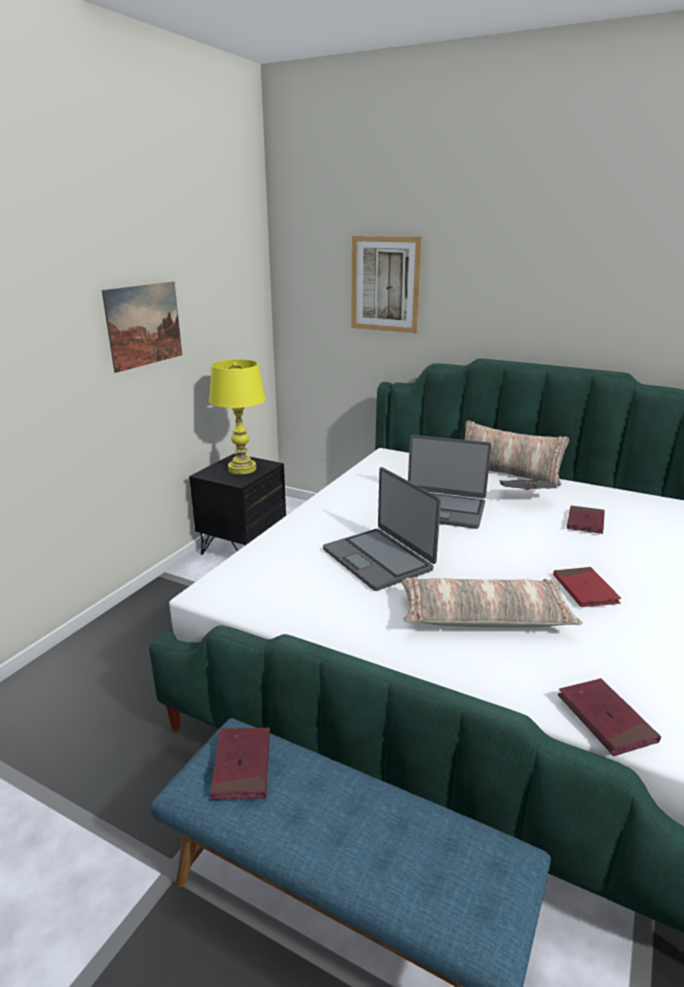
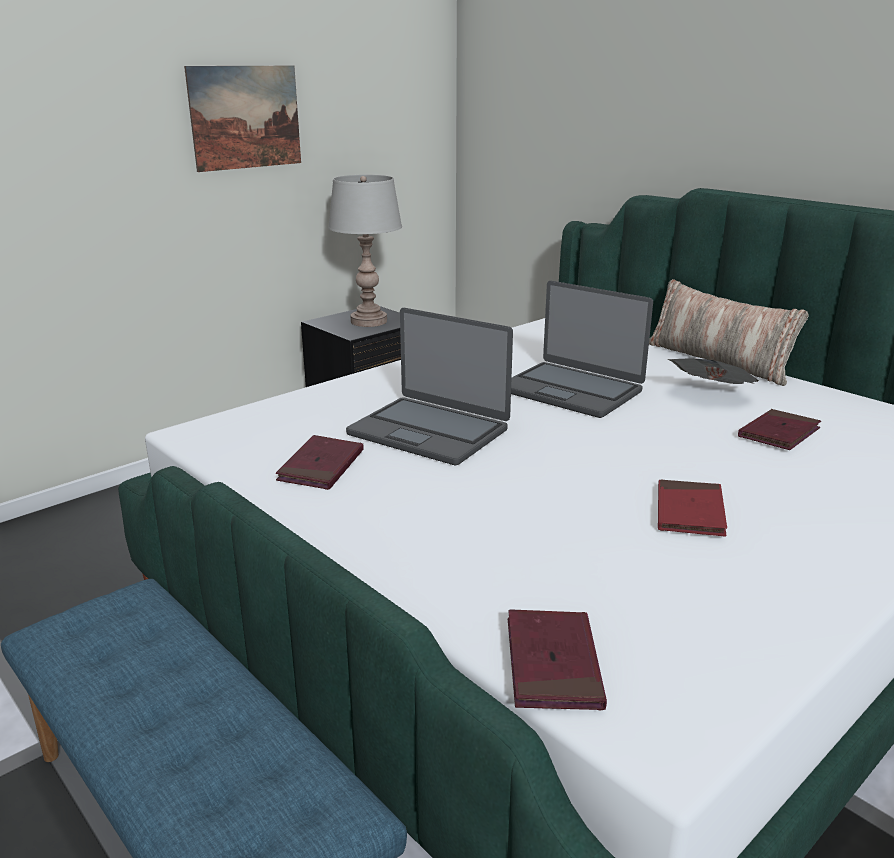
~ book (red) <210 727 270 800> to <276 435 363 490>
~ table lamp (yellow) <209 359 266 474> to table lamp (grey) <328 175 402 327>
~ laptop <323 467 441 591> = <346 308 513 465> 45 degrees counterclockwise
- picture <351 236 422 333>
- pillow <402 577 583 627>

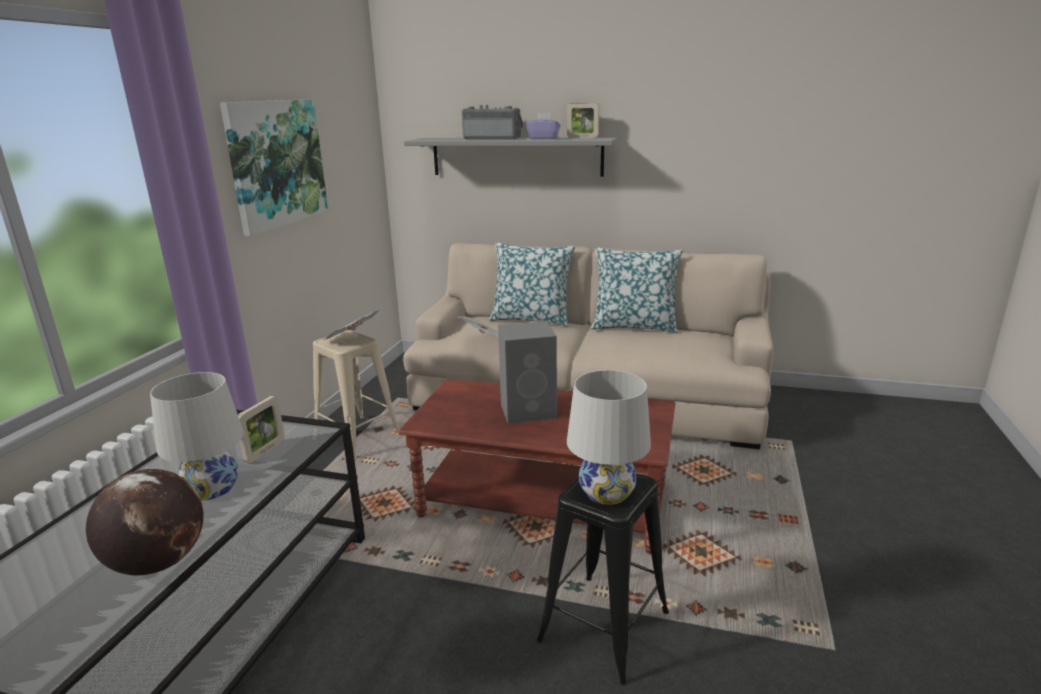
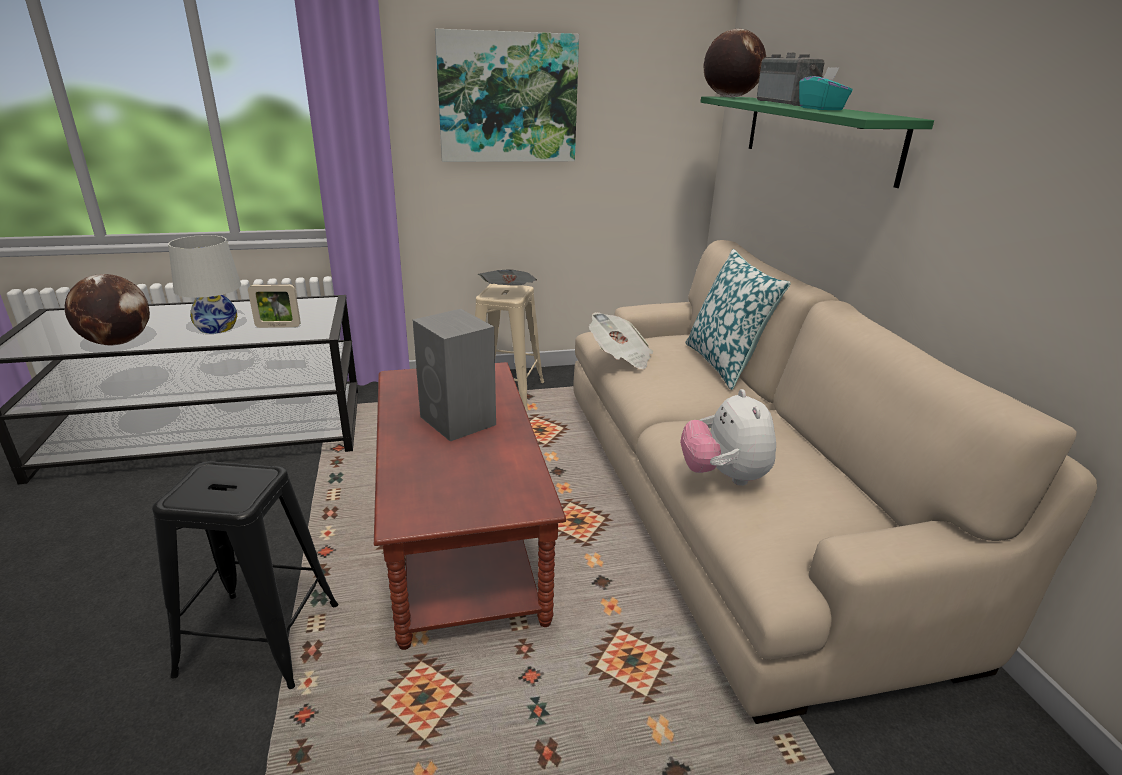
+ plush toy <680 389 776 486>
~ shelf (grey) <404 137 619 177> to shelf (green) <701 96 934 188>
+ globe <703 29 766 97>
~ tissue box (purple) <526 113 560 139> to tissue box (turquoise) <799 67 853 110>
- picture frame <567 103 599 138>
- table lamp (white) <567 370 651 505>
- pillow <591 247 683 333>

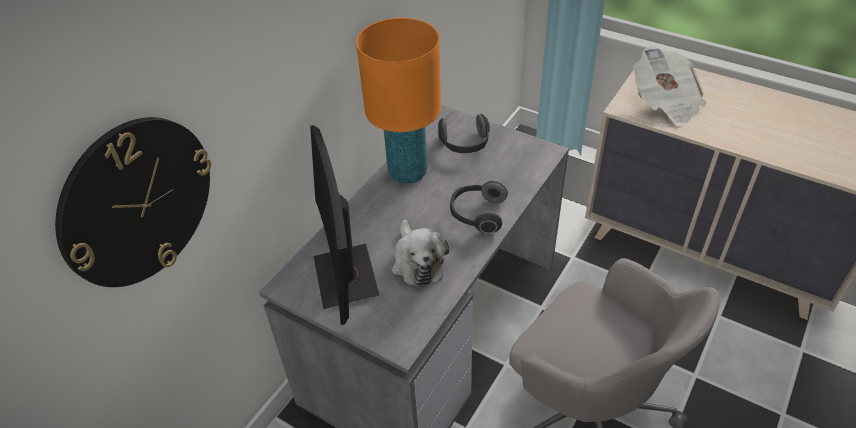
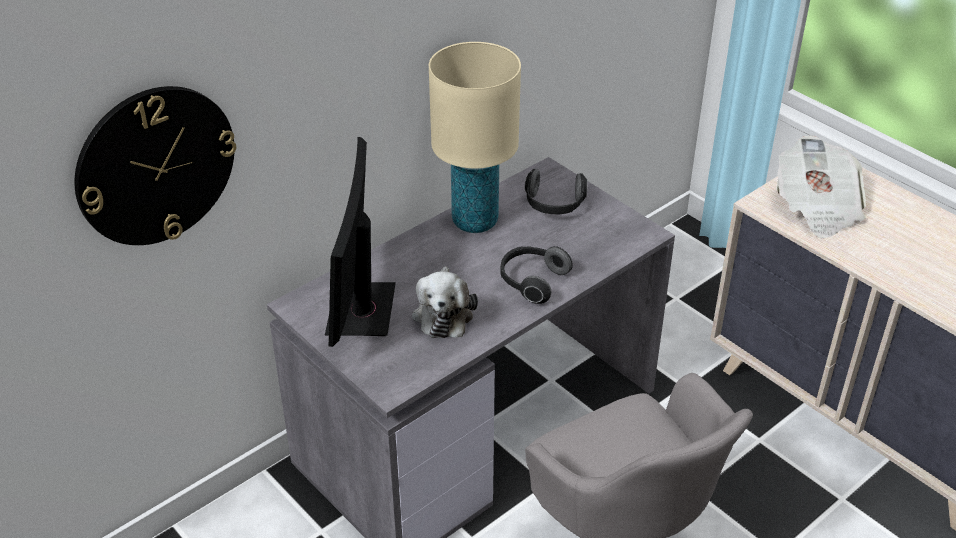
~ table lamp (orange) <356 18 441 184> to table lamp (beige) <429 42 521 233>

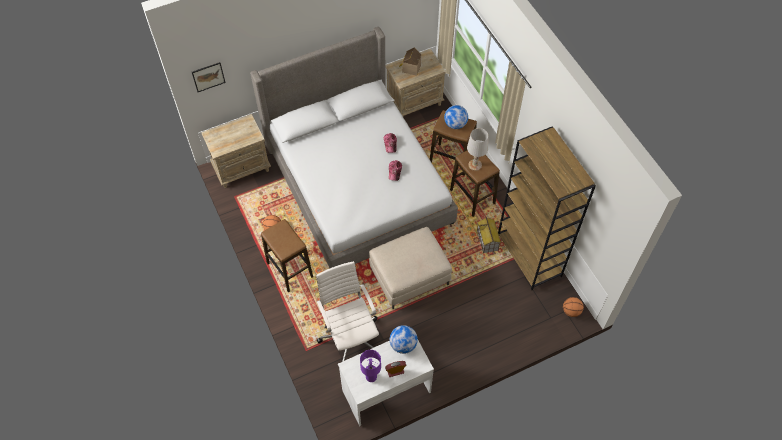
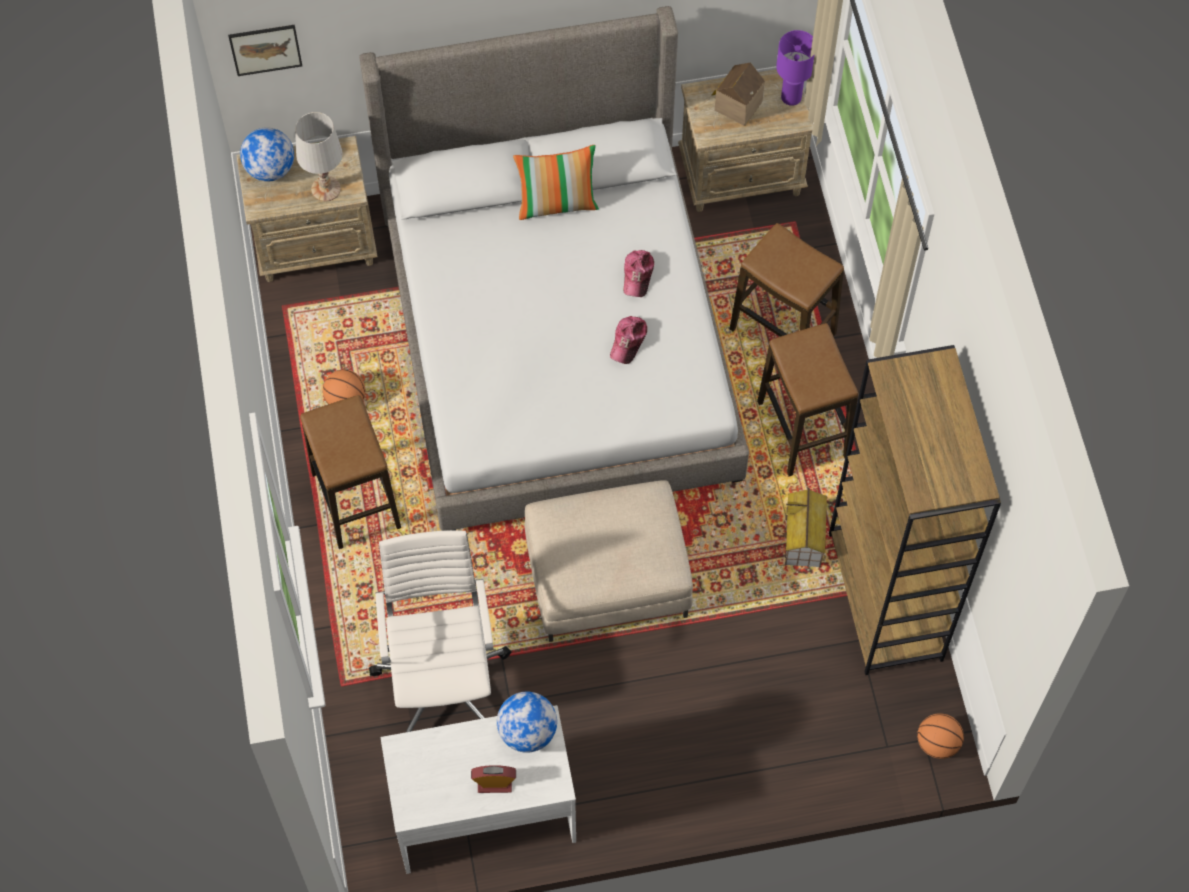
~ globe <444 105 468 129> to <240 127 294 182>
~ table lamp (white) <467 128 488 171> to <295 112 343 202>
+ pillow <513 145 599 220>
~ table lamp (purple) <360 350 381 382> to <776 30 814 106>

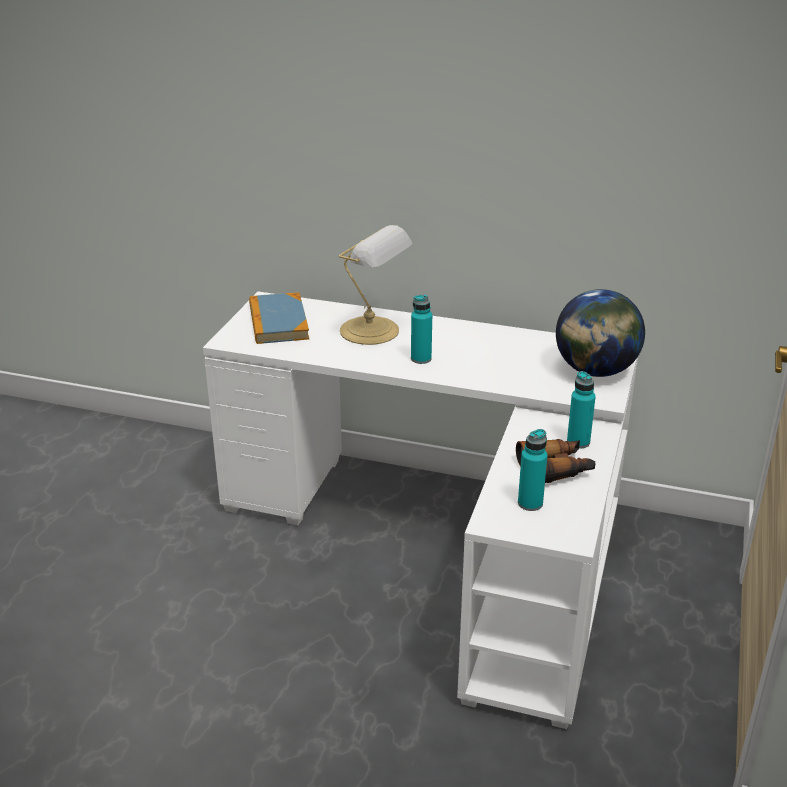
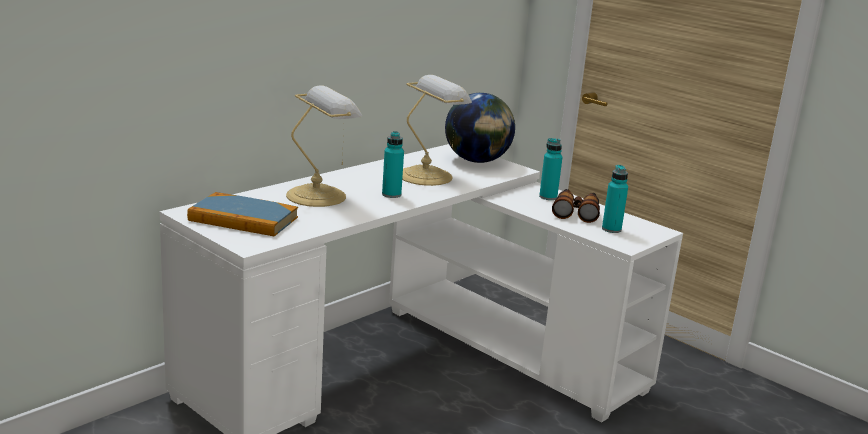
+ table lamp <402 75 472 186>

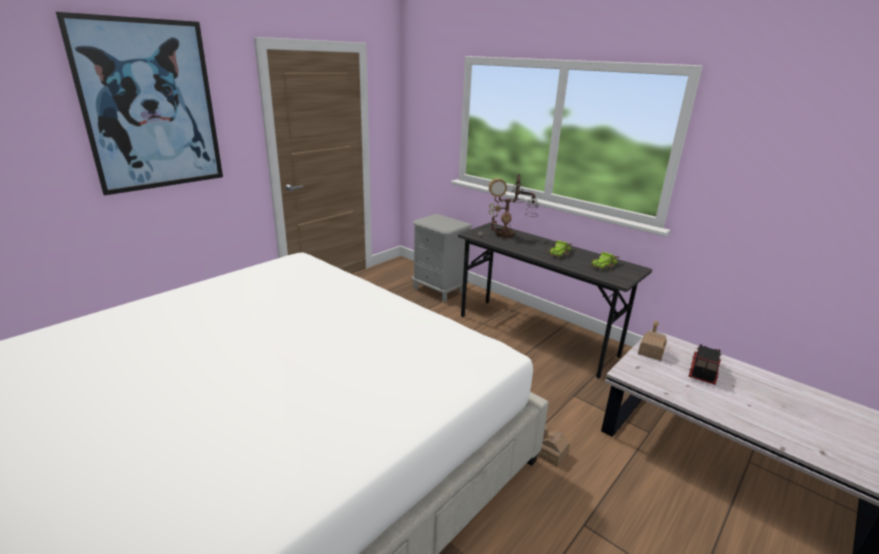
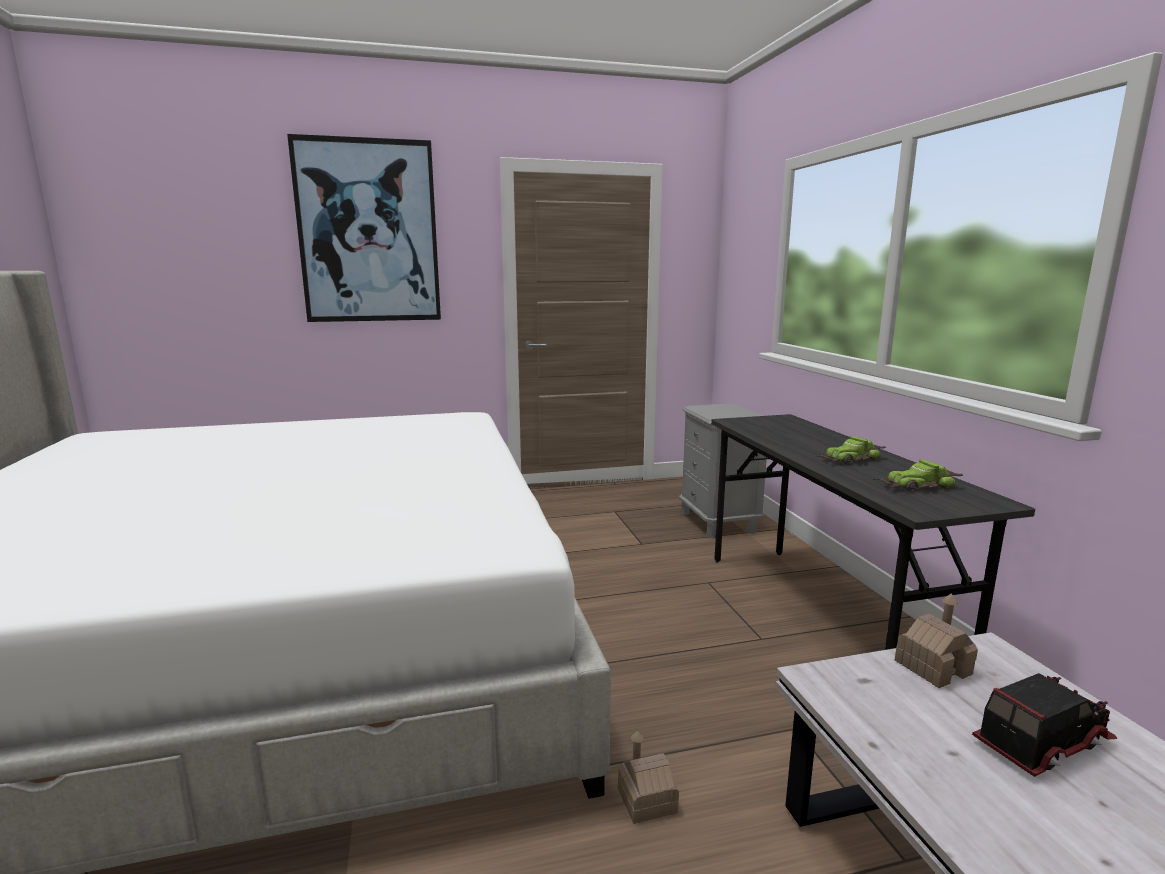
- table lamp <477 174 538 238>

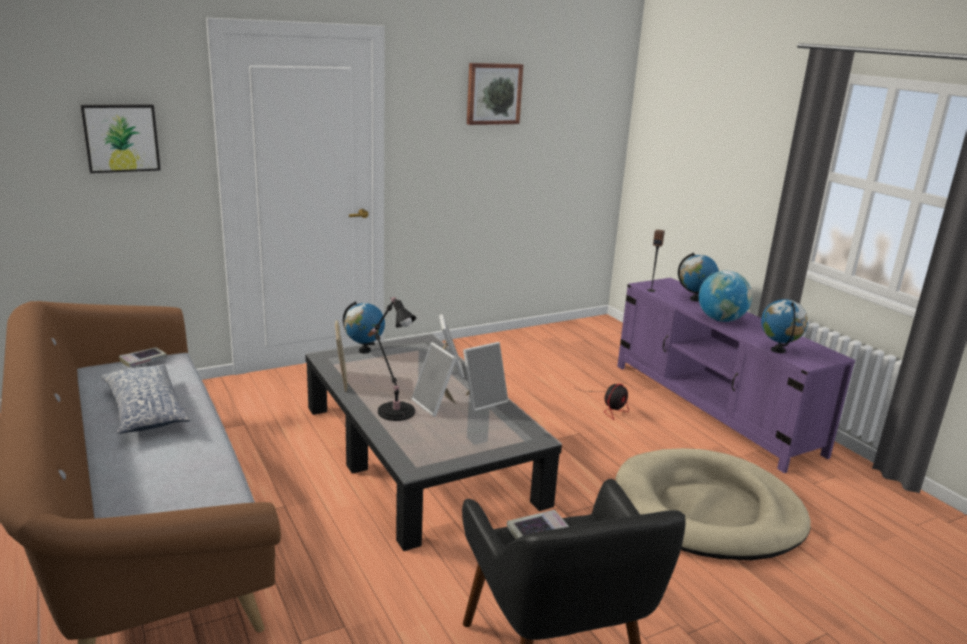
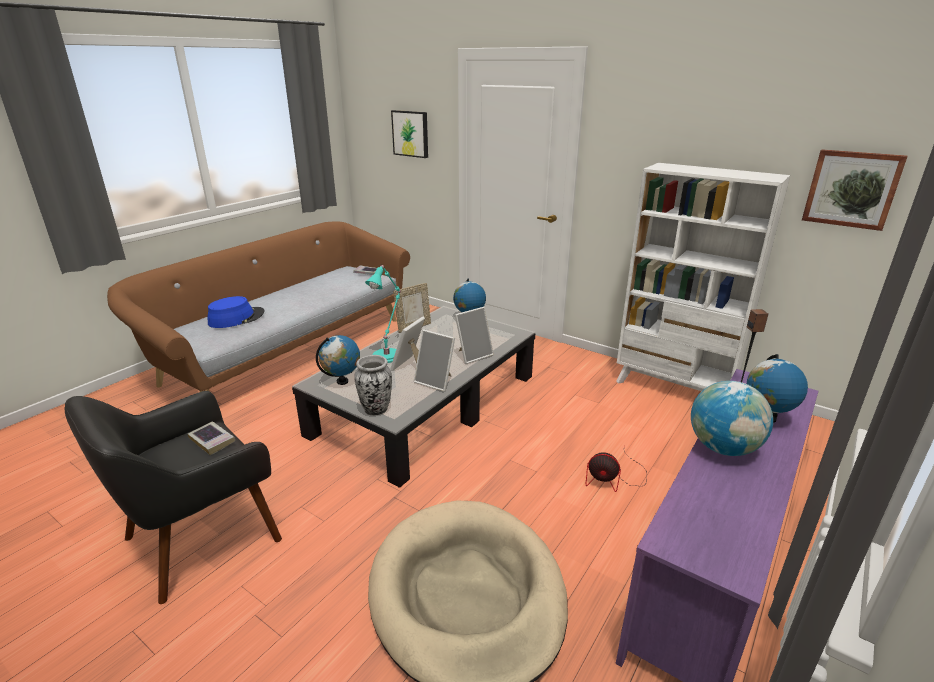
+ hat (blue) <208 296 265 328>
~ globe <761 299 808 353> to <316 335 360 385>
+ vase <354 355 392 416>
~ table lamp (black) <371 297 416 421> to table lamp (turquoise) <365 264 401 363>
+ bookcase (white) <616 163 790 391>
~ picture <467 63 523 125> to <802 149 908 231>
- pillow <100 364 190 434>

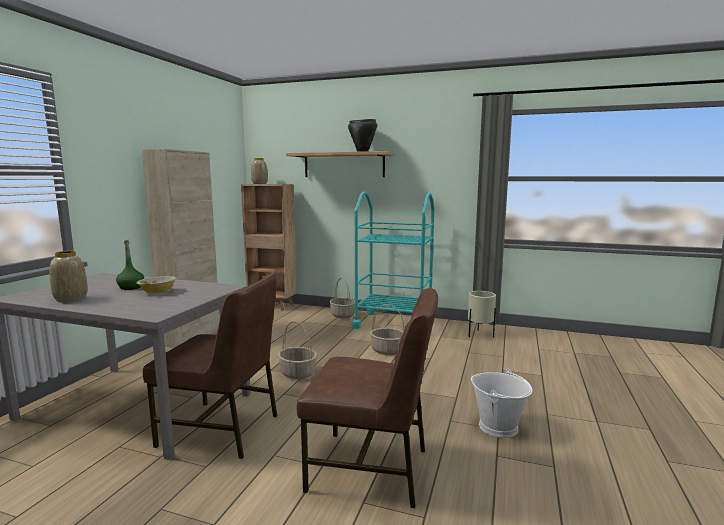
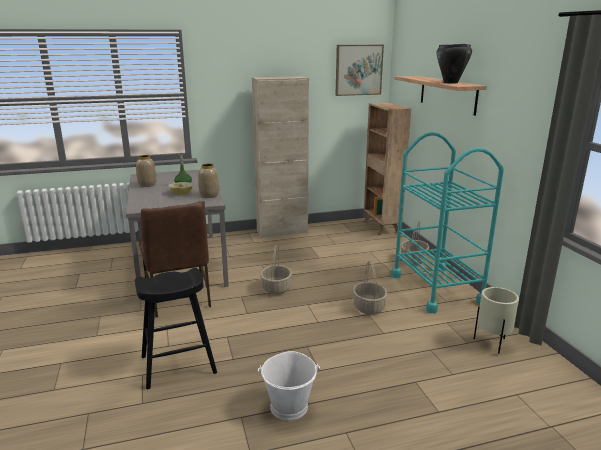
~ chair (brown) <296 288 438 508> to stool (black) <135 268 217 389>
~ vase <251 158 268 184> to <198 164 219 198>
+ picture <335 45 384 96>

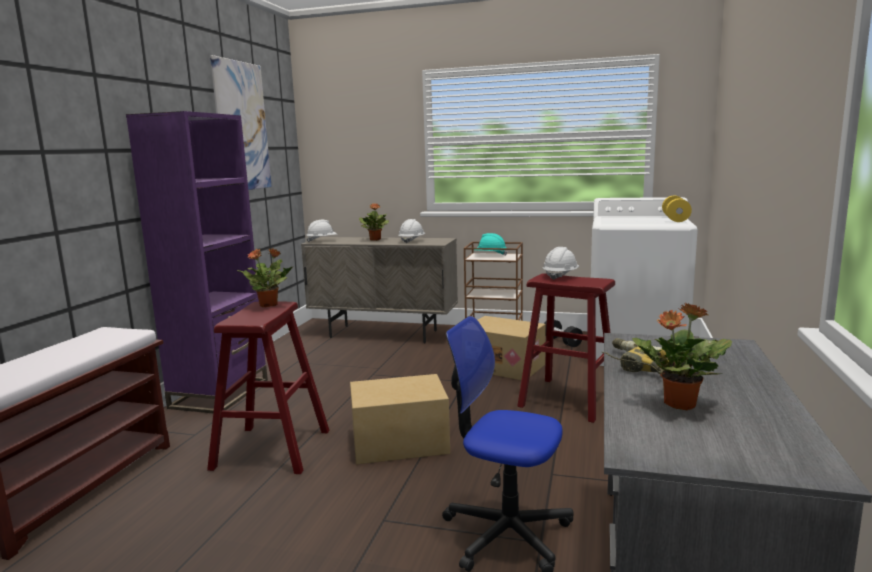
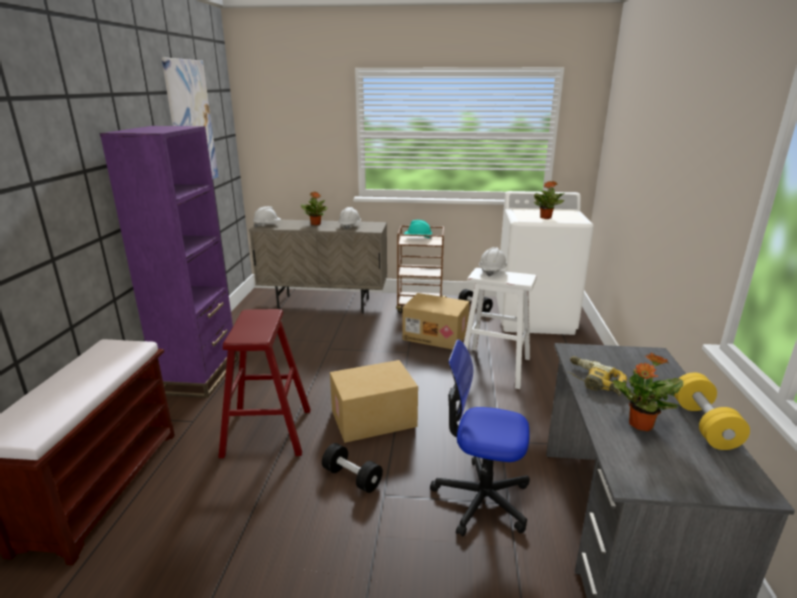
+ dumbbell (black) <322 443 383 493>
~ stool (red) <517 273 615 423> to stool (white) <464 268 537 389>
~ potted plant <237 248 294 307> to <533 181 564 219>
~ dumbbell (yellow) <662 195 692 222> to <674 373 750 450>

